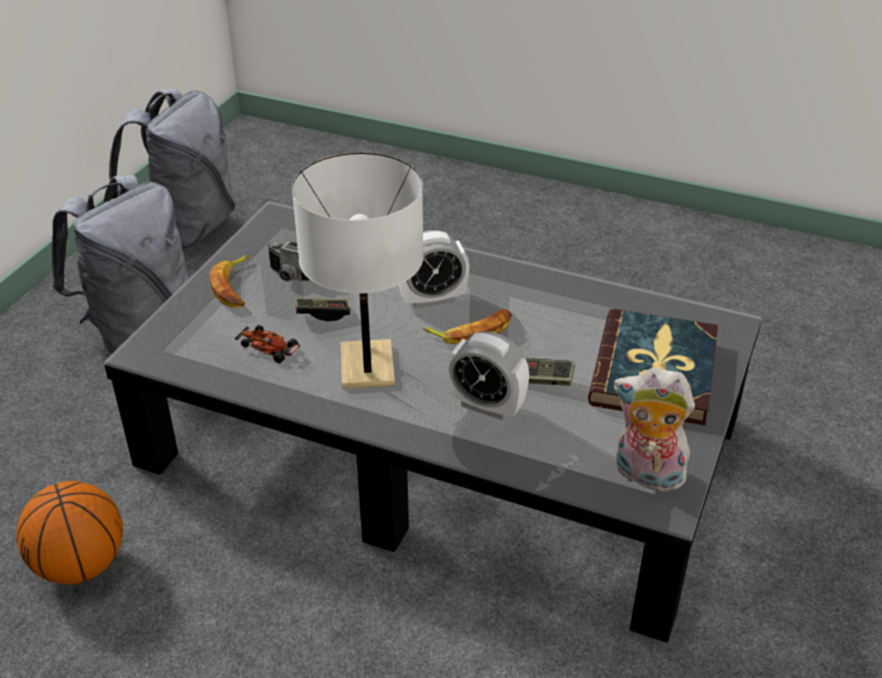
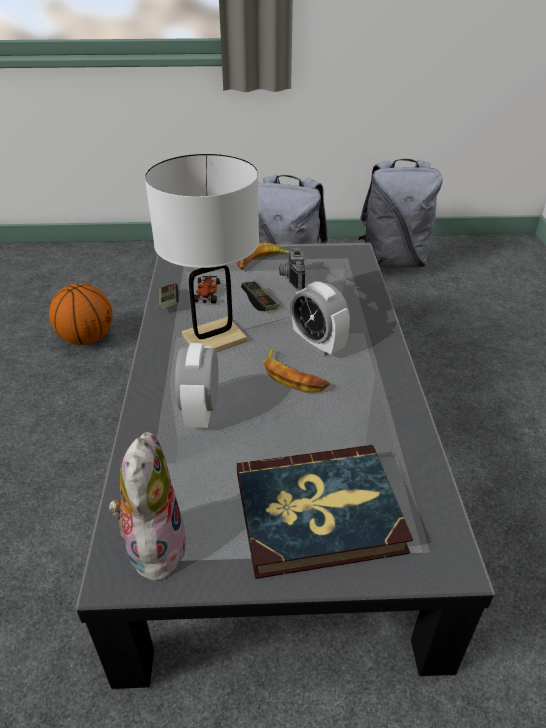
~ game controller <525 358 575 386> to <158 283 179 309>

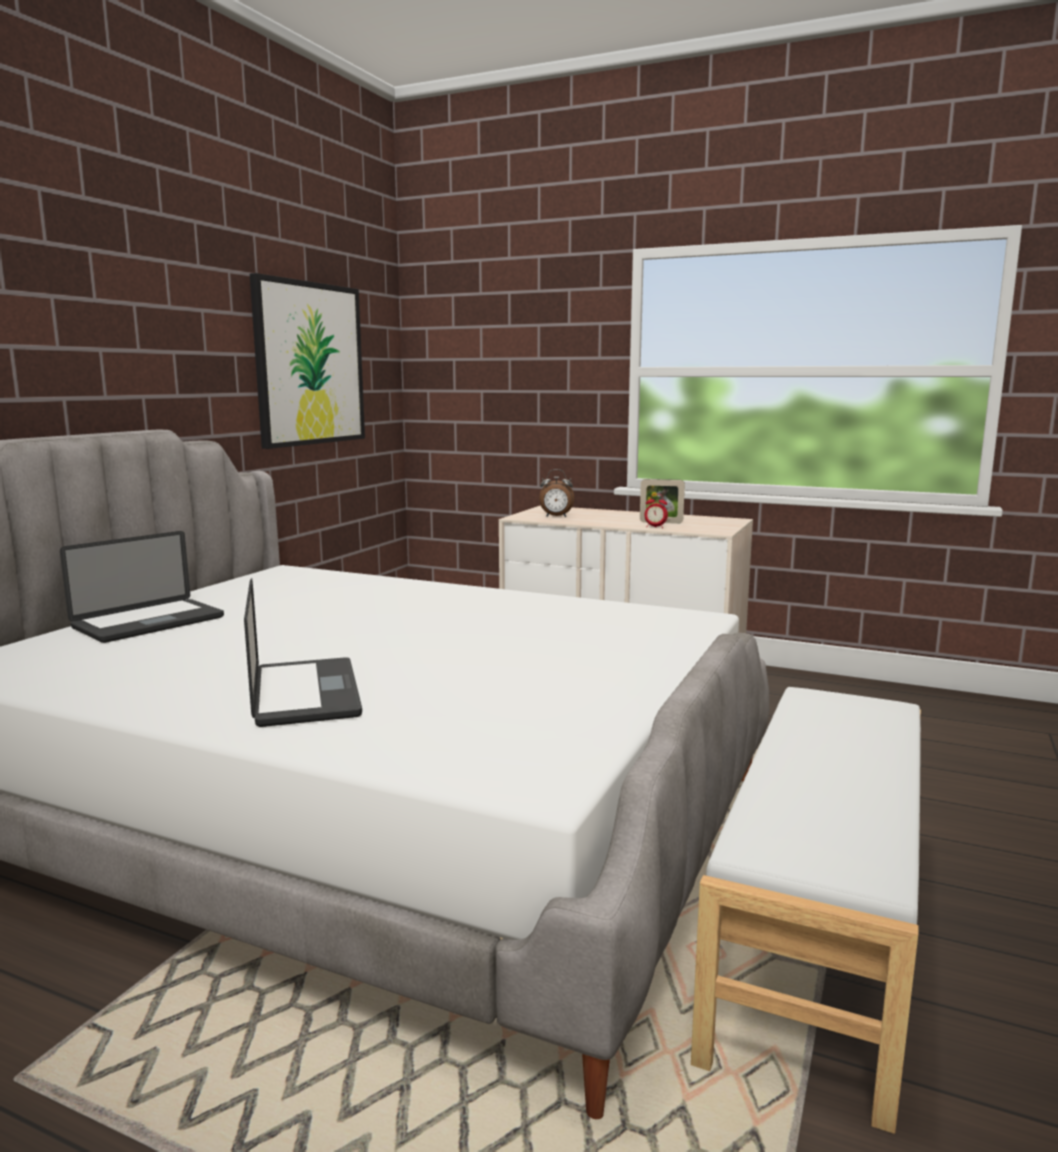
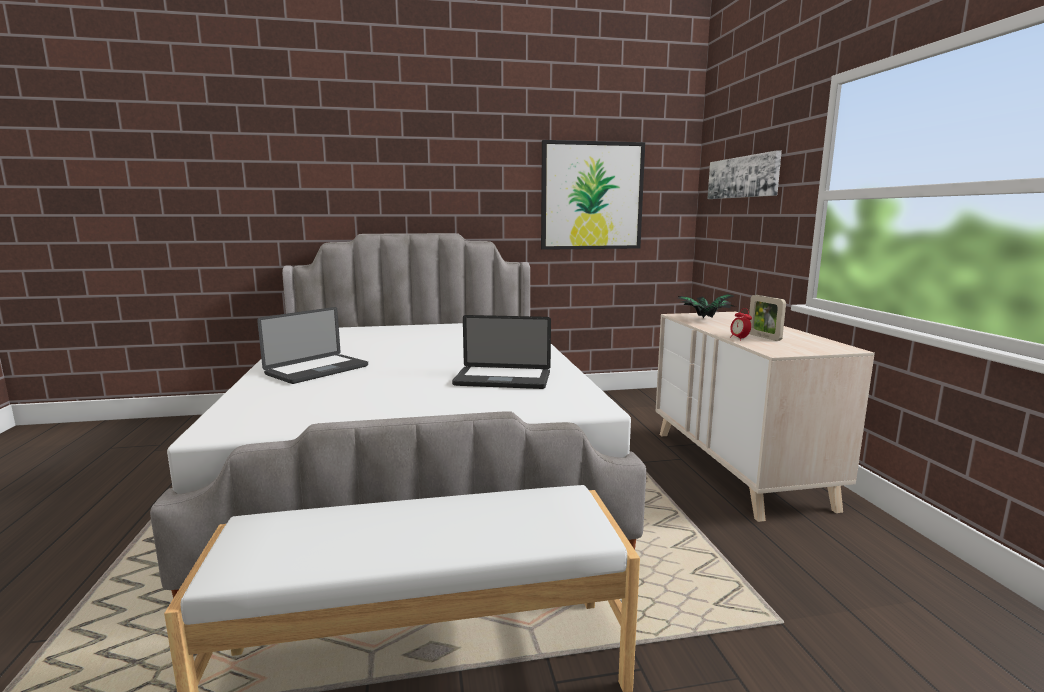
~ laptop <60 531 224 643> to <452 315 551 389>
~ alarm clock <539 469 574 517> to potted plant <678 294 736 318>
+ picture <707 150 782 199>

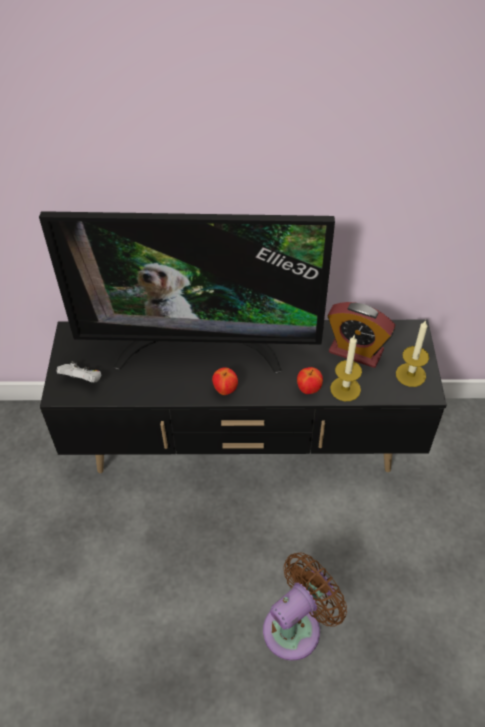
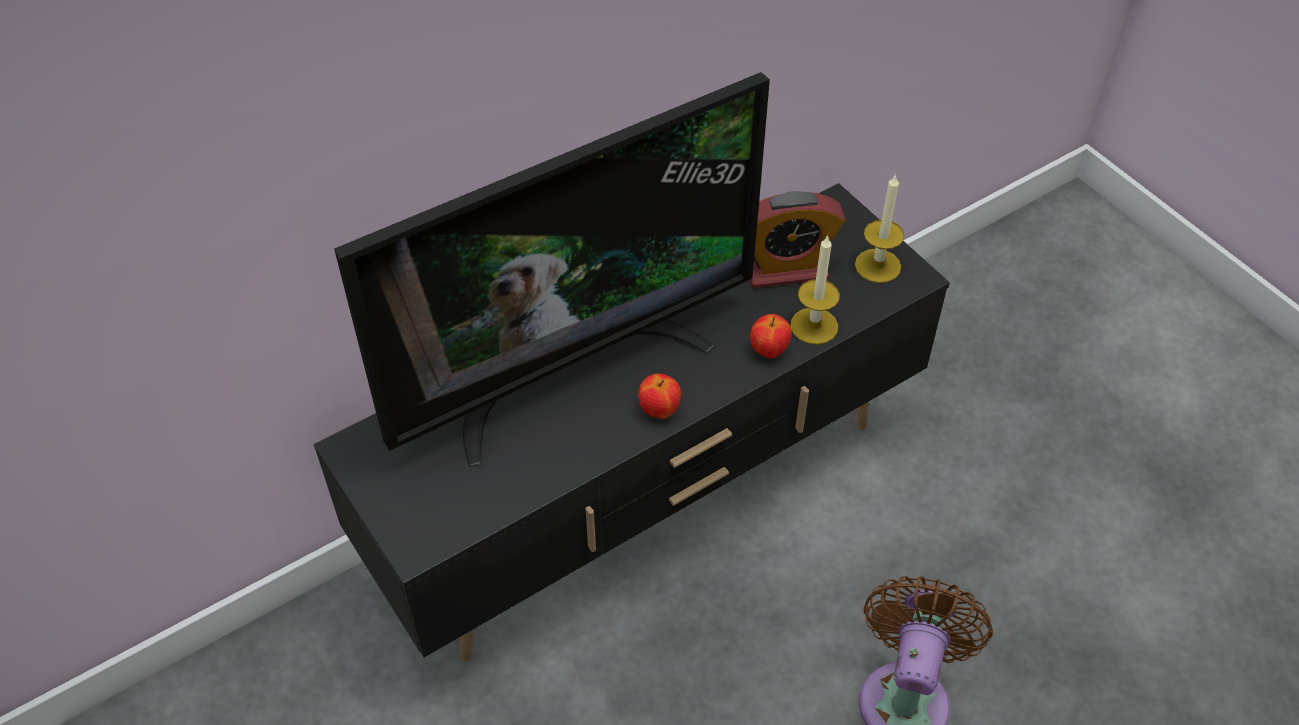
- game controller (white) <56 361 102 383>

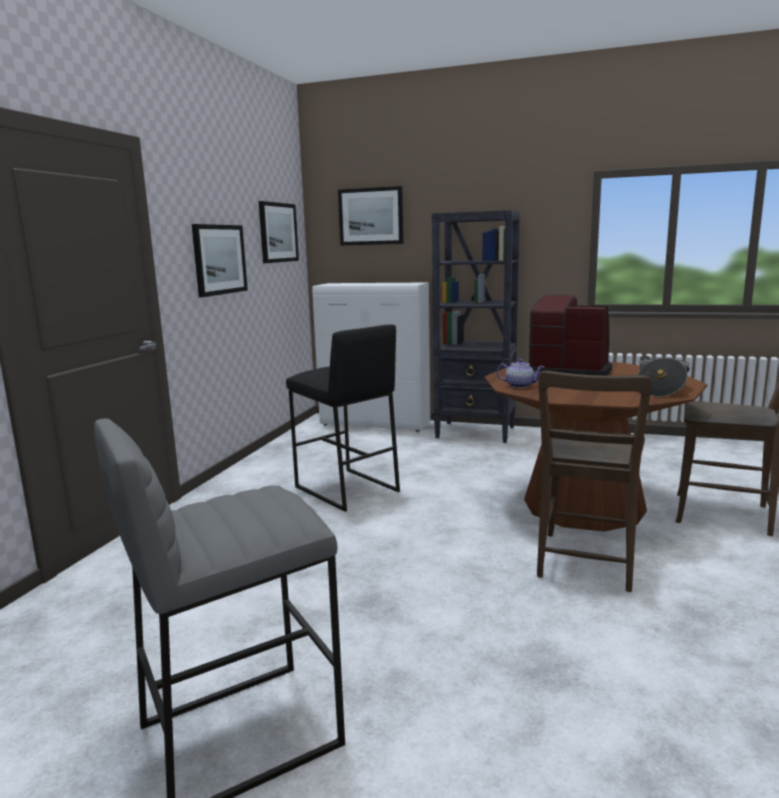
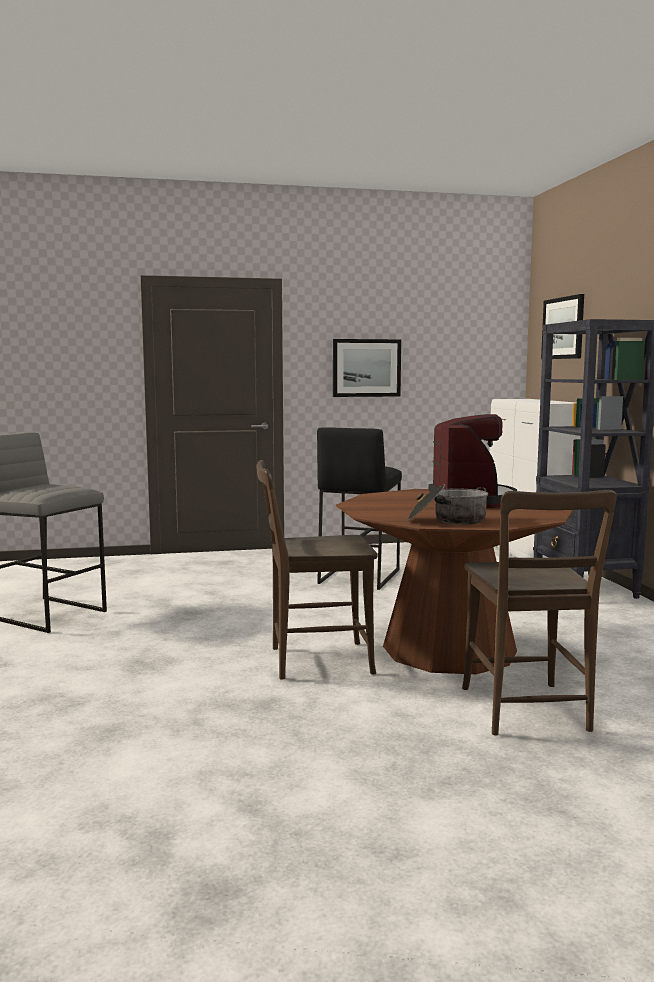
- picture <259 201 299 263>
- teapot <497 359 544 388>

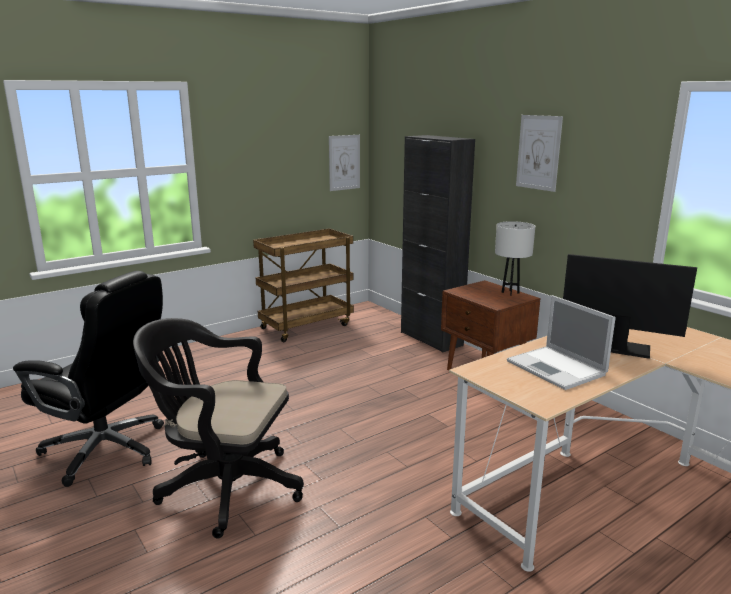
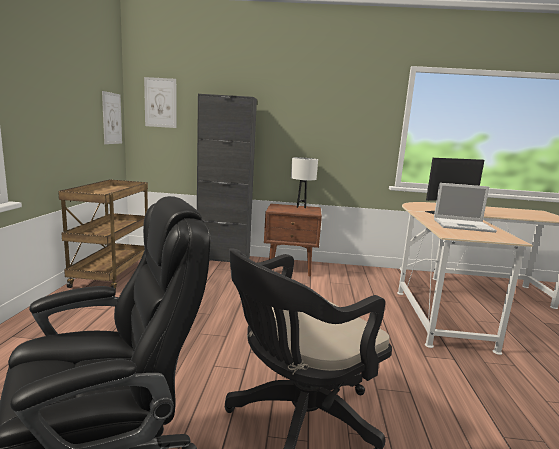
~ picture <516 115 563 192> to <144 77 176 128>

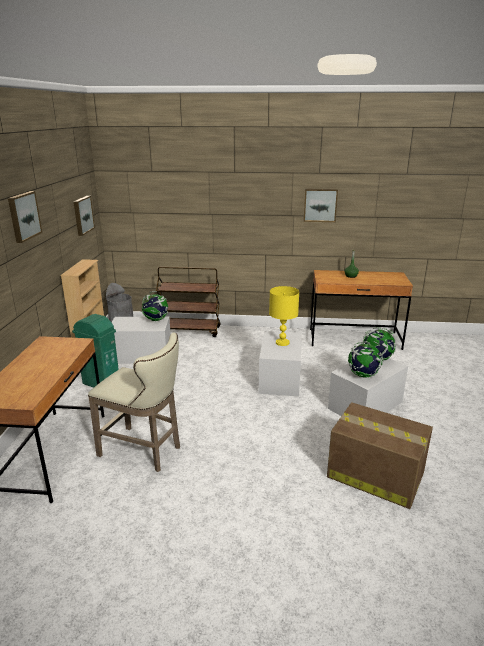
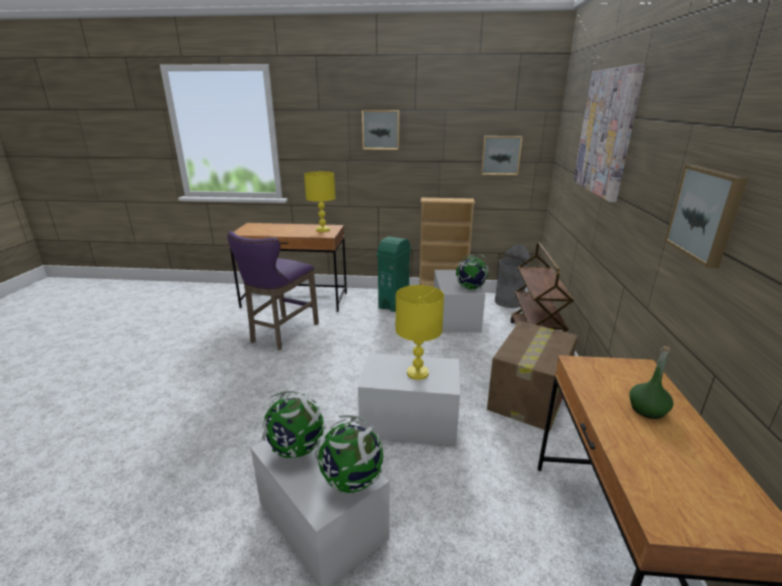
~ stool (beige) <88 332 180 472> to stool (purple) <227 231 319 350>
+ table lamp (yellow) <304 171 335 232>
~ cardboard box <327 402 433 509> to <487 321 578 431>
+ picture <573 64 646 202>

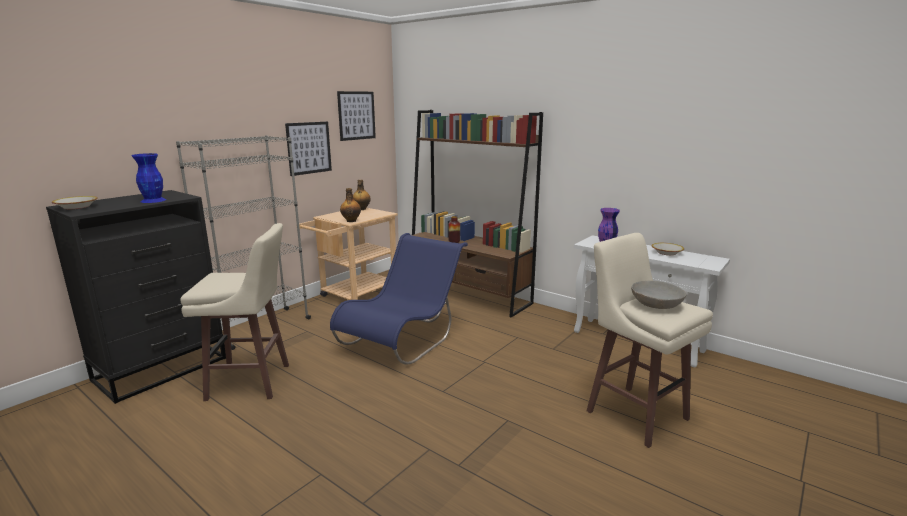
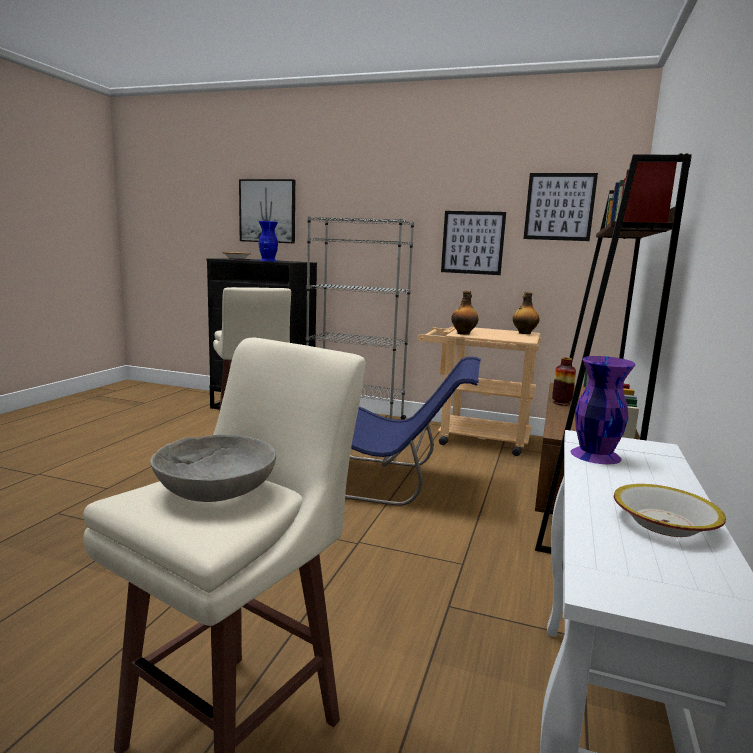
+ picture <239 179 295 244>

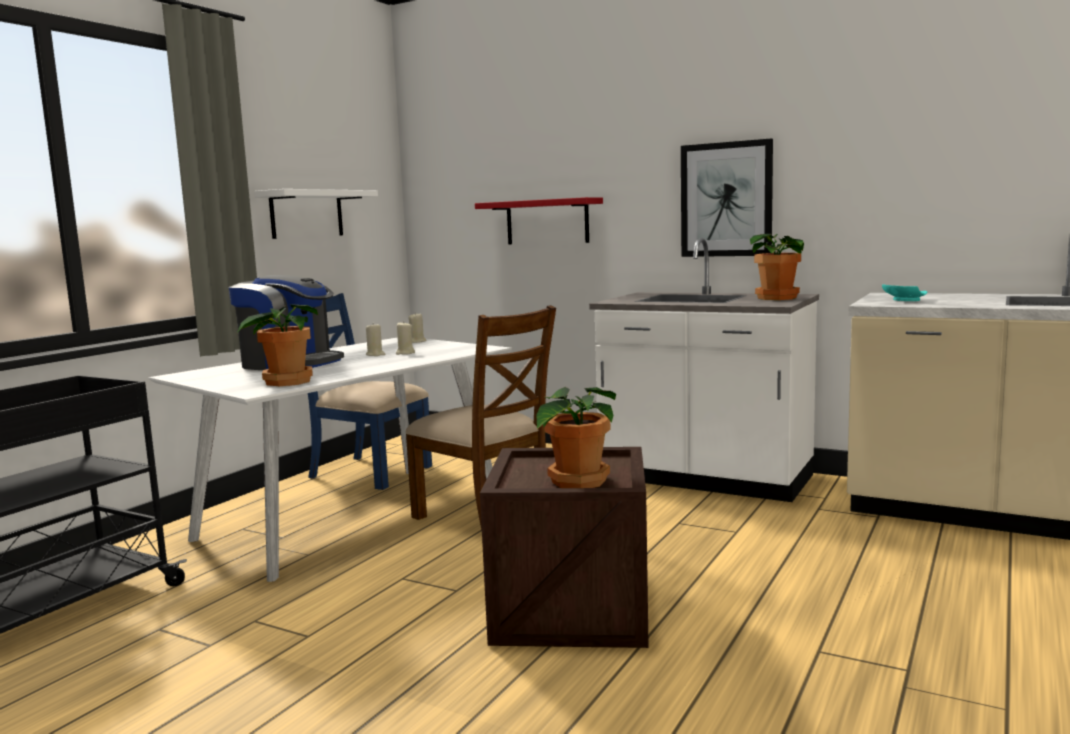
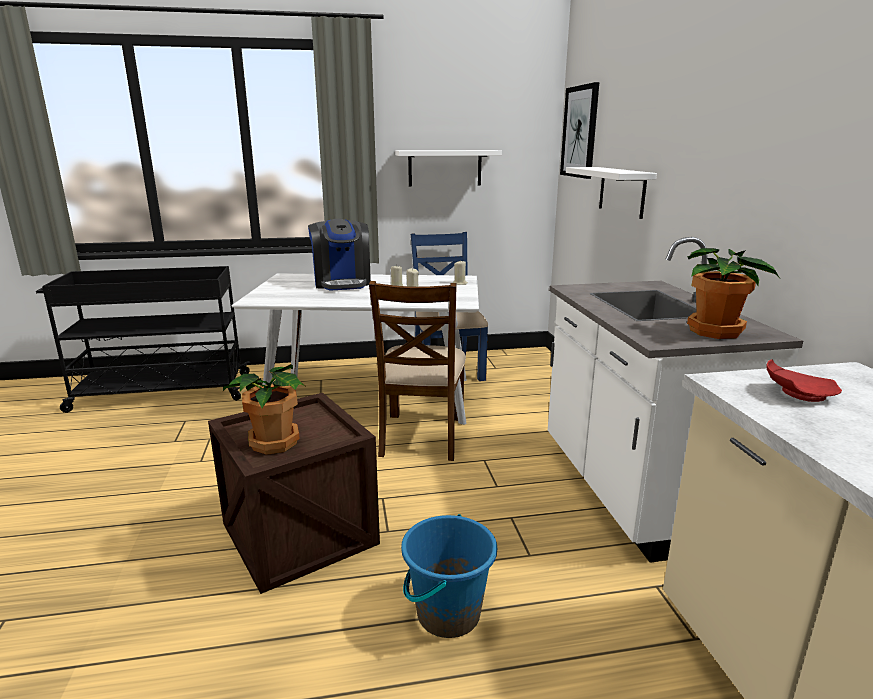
+ bucket (blue) <401 514 497 638>
~ picture <681 138 773 257> to <560 82 599 179>
~ shelf (red) <475 197 603 244> to shelf (white) <566 167 657 219>
~ plate (turquoise) <882 284 928 301> to plate (red) <766 359 842 402>
- potted plant <237 304 318 386>

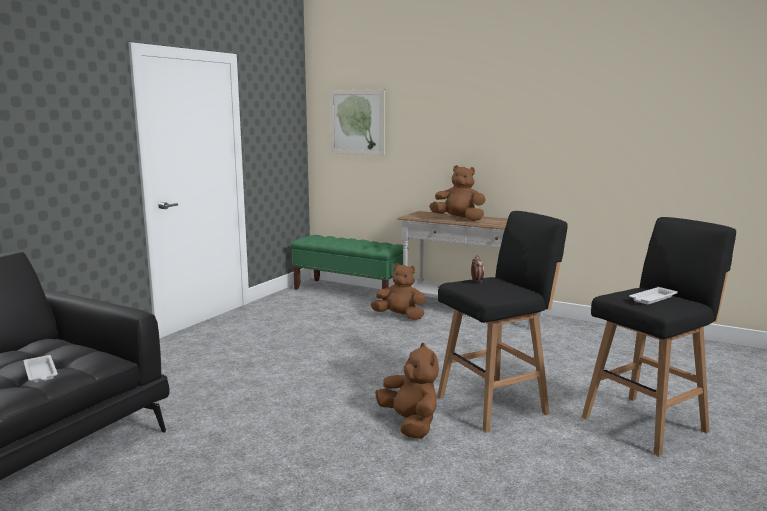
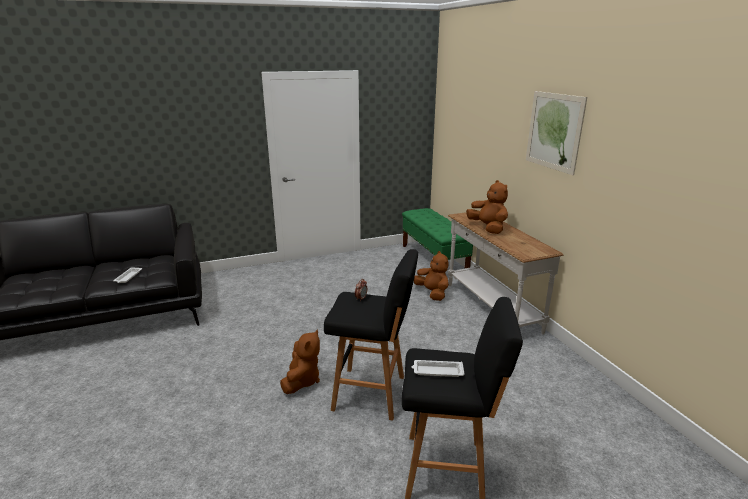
~ picture <330 89 385 156> to <526 91 587 175>

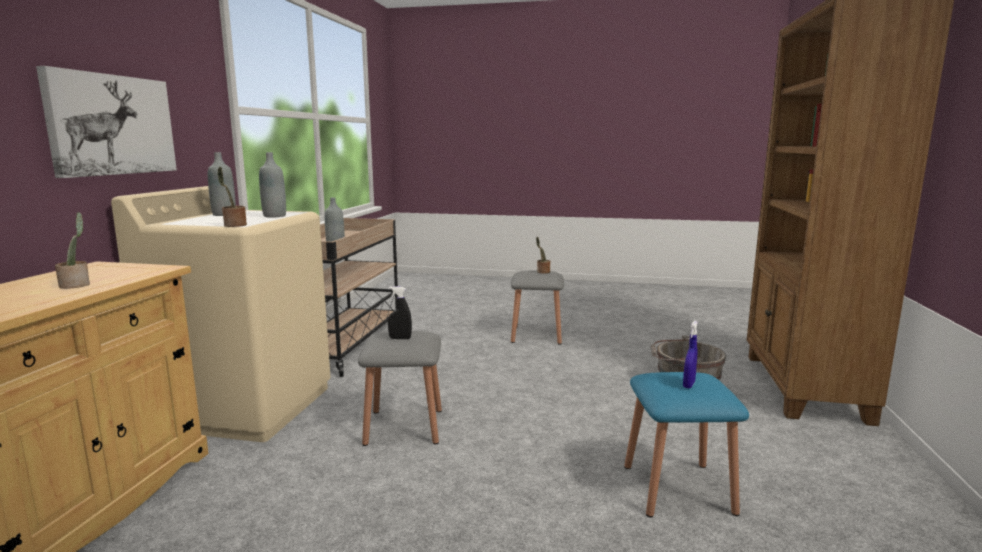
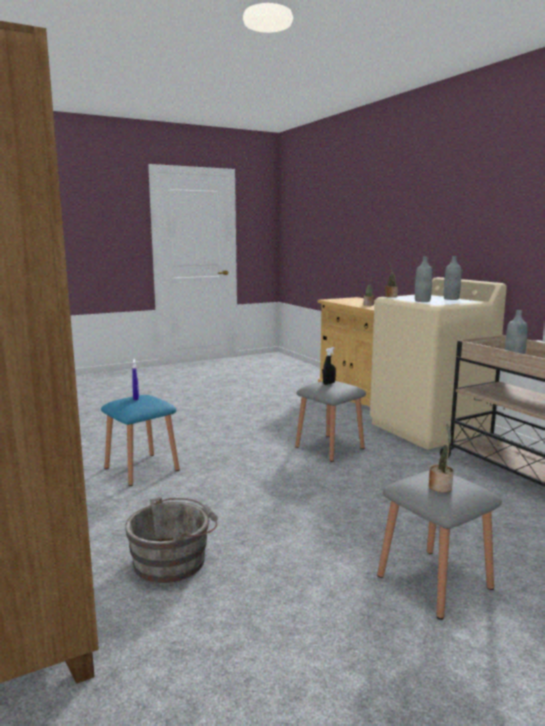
- picture <36 66 177 178>

